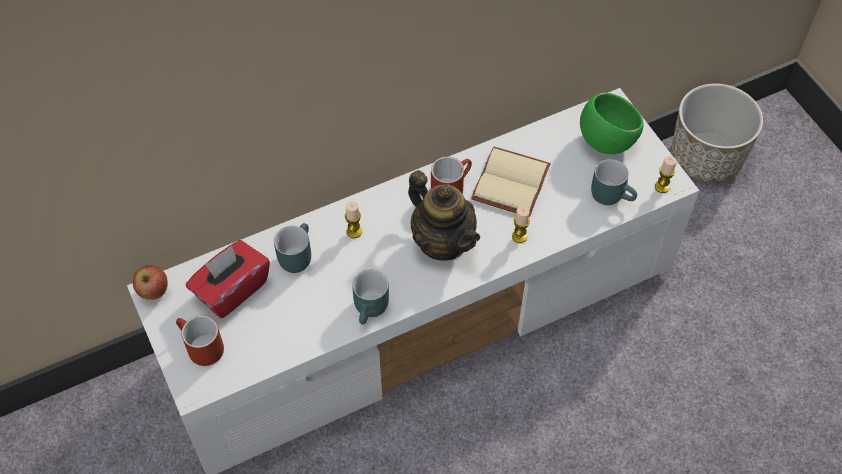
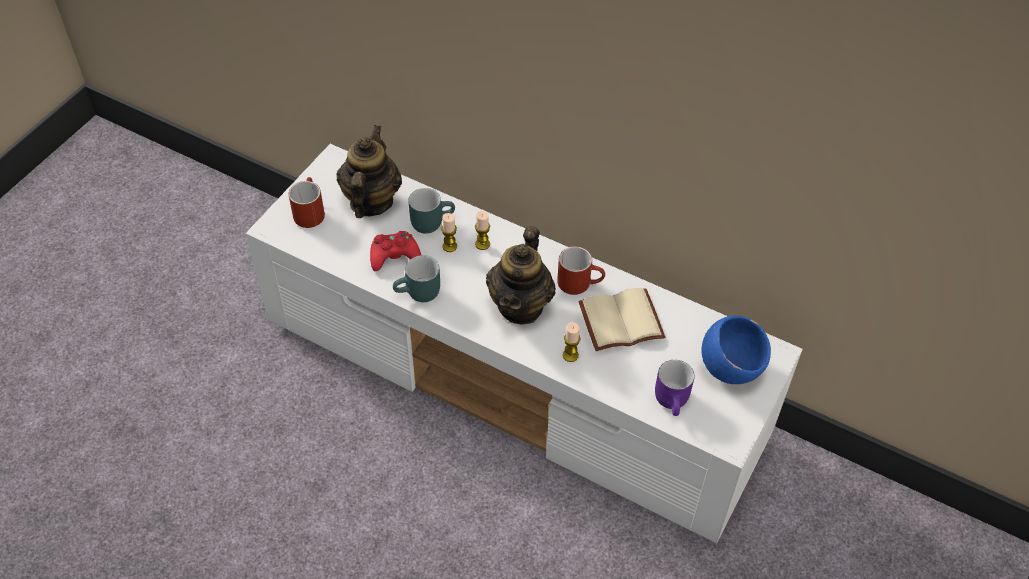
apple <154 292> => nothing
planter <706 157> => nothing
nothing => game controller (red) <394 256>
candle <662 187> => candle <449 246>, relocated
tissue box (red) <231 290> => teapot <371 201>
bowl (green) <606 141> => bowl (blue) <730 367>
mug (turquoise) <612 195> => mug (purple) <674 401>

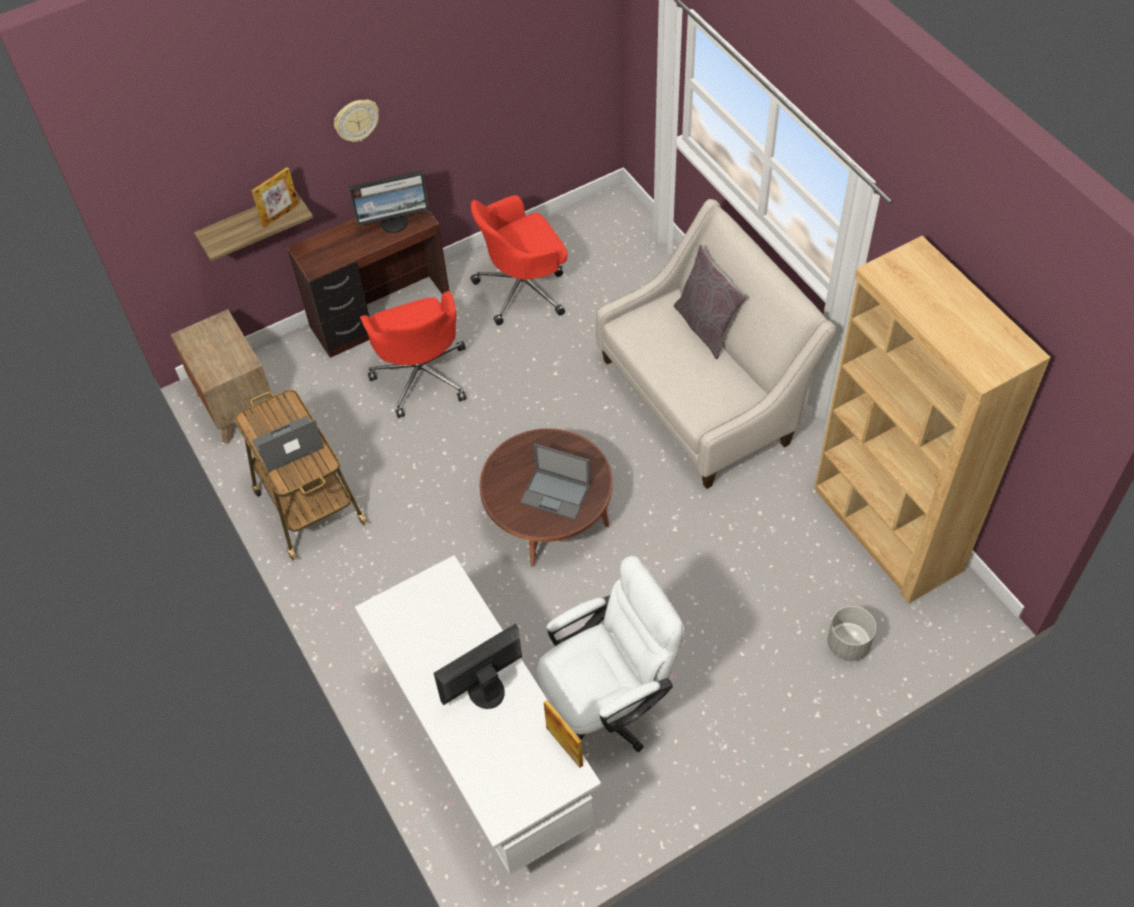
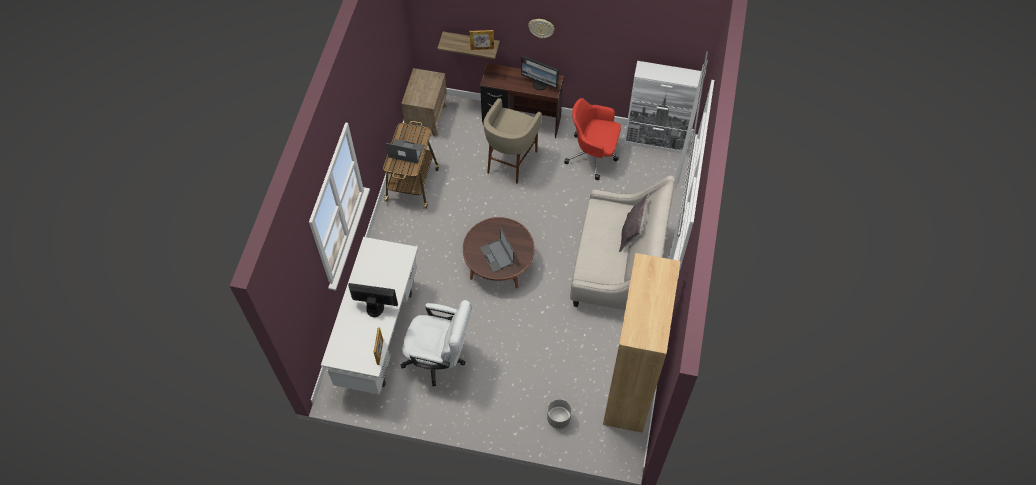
nothing => cabinet (white) <656 141>
office chair (red) <421 375> => stool (beige) <510 161>

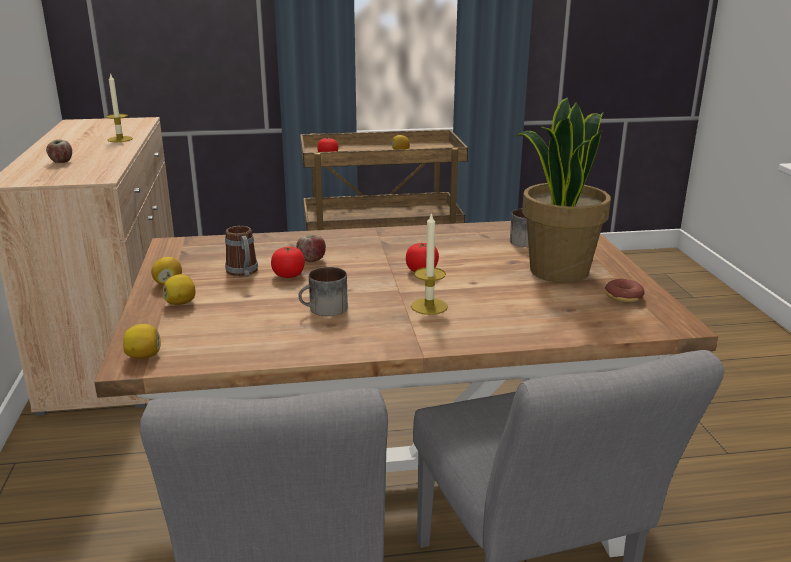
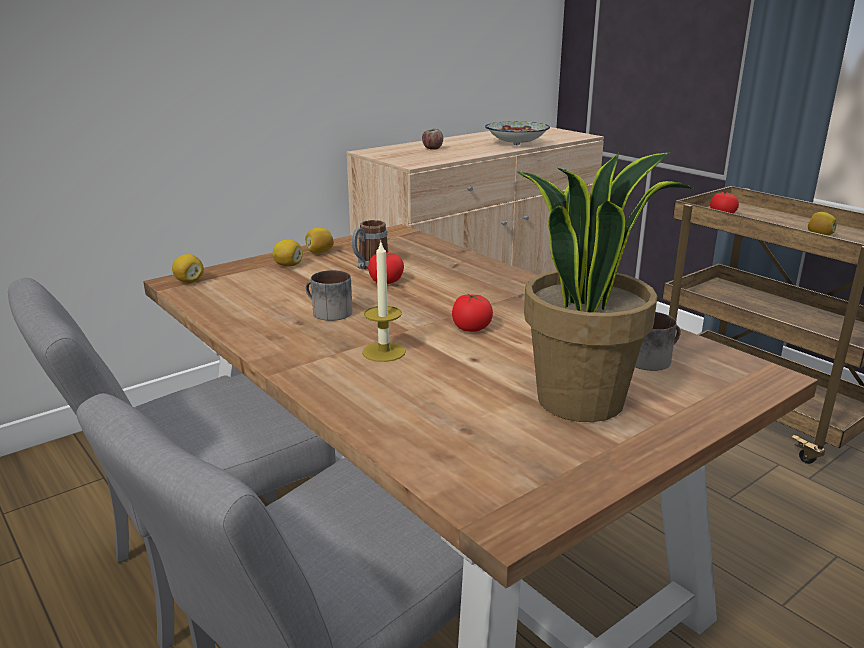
apple <312 259> => nothing
donut <623 297> => nothing
candle <120 139> => bowl <516 144>

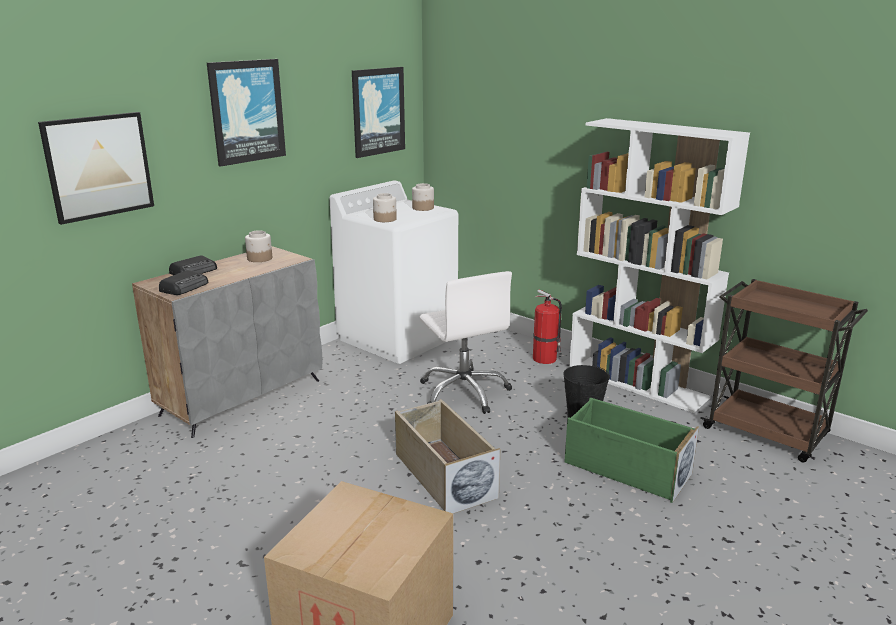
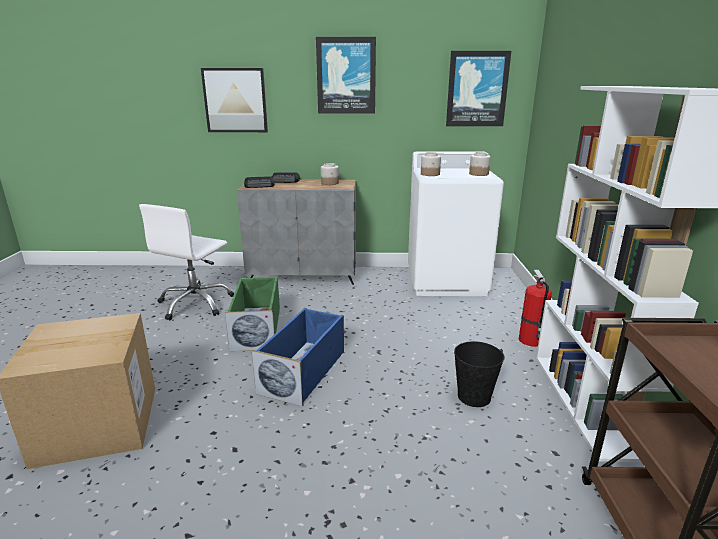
office chair (white) <464 392> => office chair (white) <196 304>, relocated
storage box (green) <626 468> => storage box (green) <257 327>, relocated
storage box (beige) <443 475> => storage box (blue) <304 371>

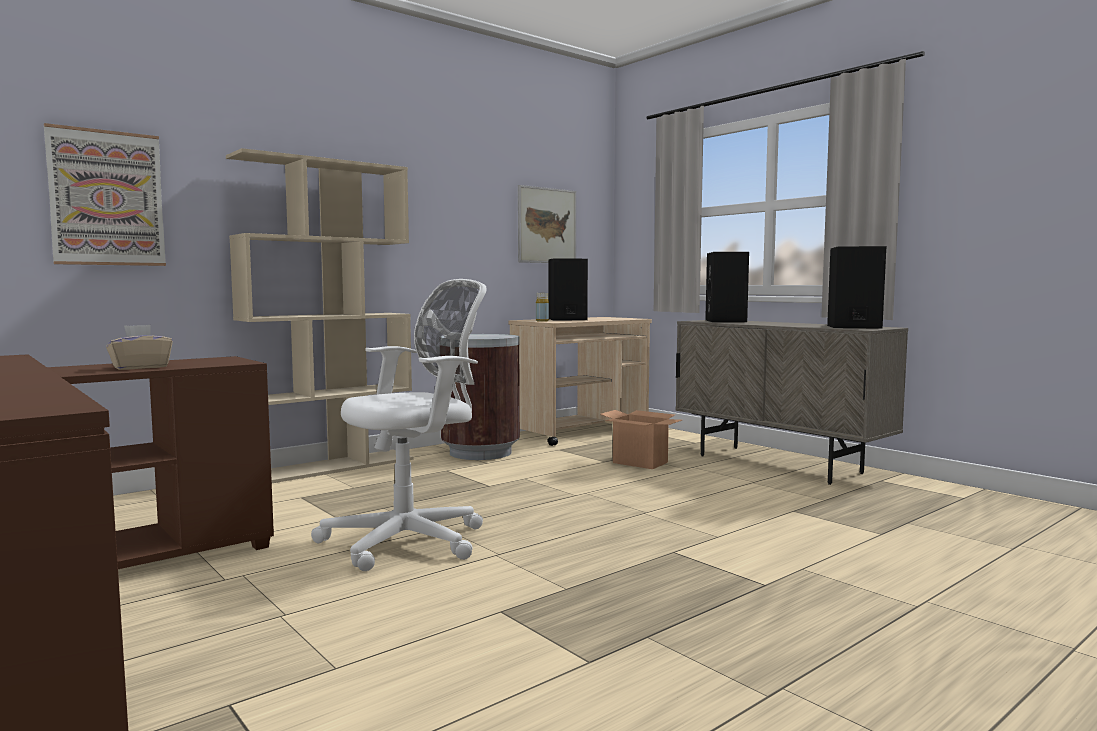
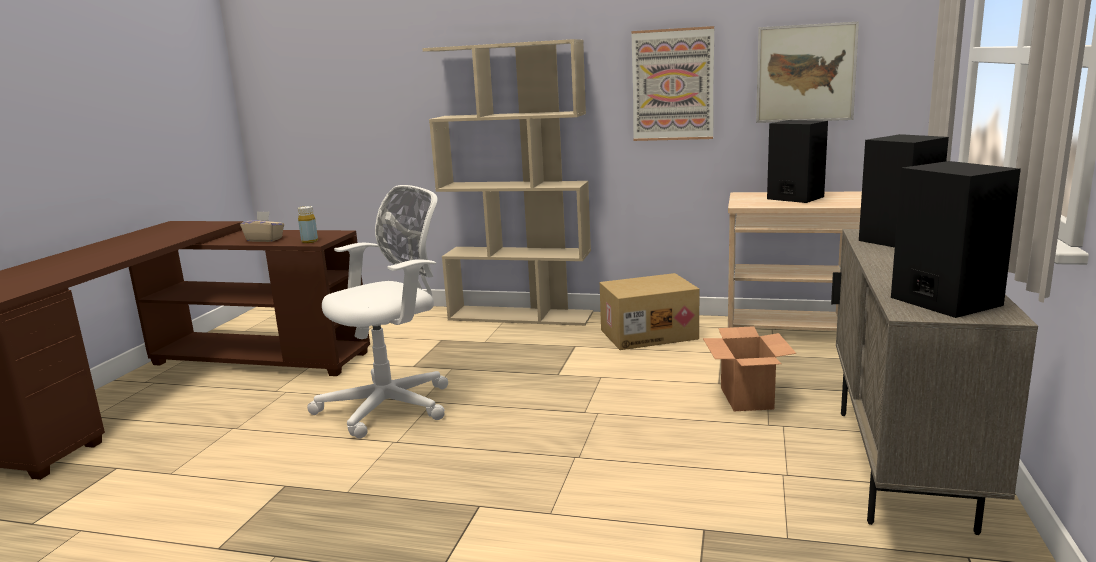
picture <107 198> => picture <672 85>, relocated
bottle (yellow) <542 321> => bottle (yellow) <309 241>, relocated
trash can (brown) <480 452> => cardboard box <649 334>
office chair (white) <412 541> => office chair (white) <392 405>, 60 degrees counterclockwise

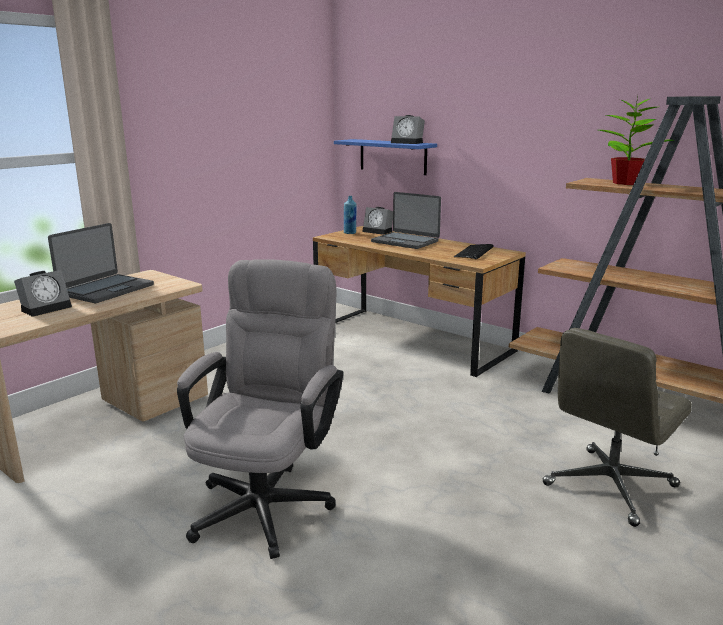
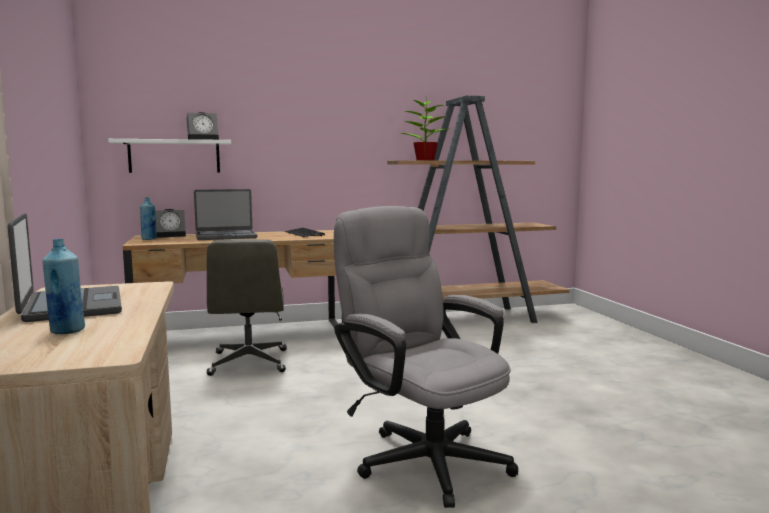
office chair (grey) <609 486> => office chair (grey) <249 362>, relocated
alarm clock <47 308> => bottle (blue) <67 331>
shelf (blue) <392 156> => shelf (white) <174 156>

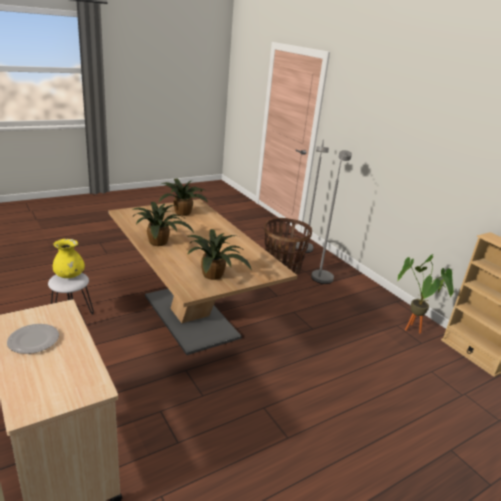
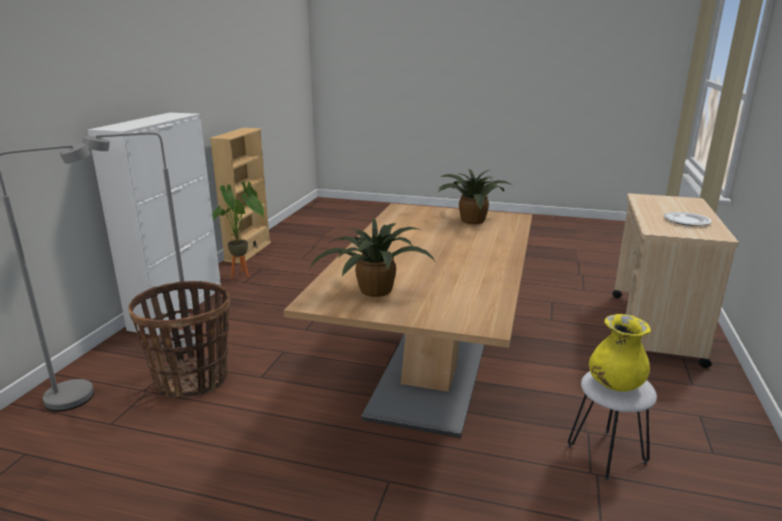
potted plant <160 242> => nothing
nothing => cabinet (white) <178 307>

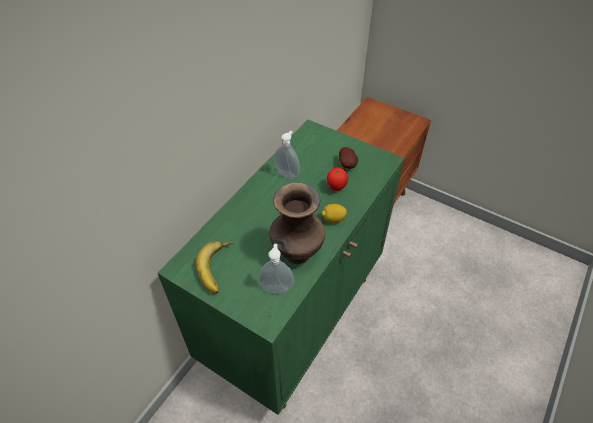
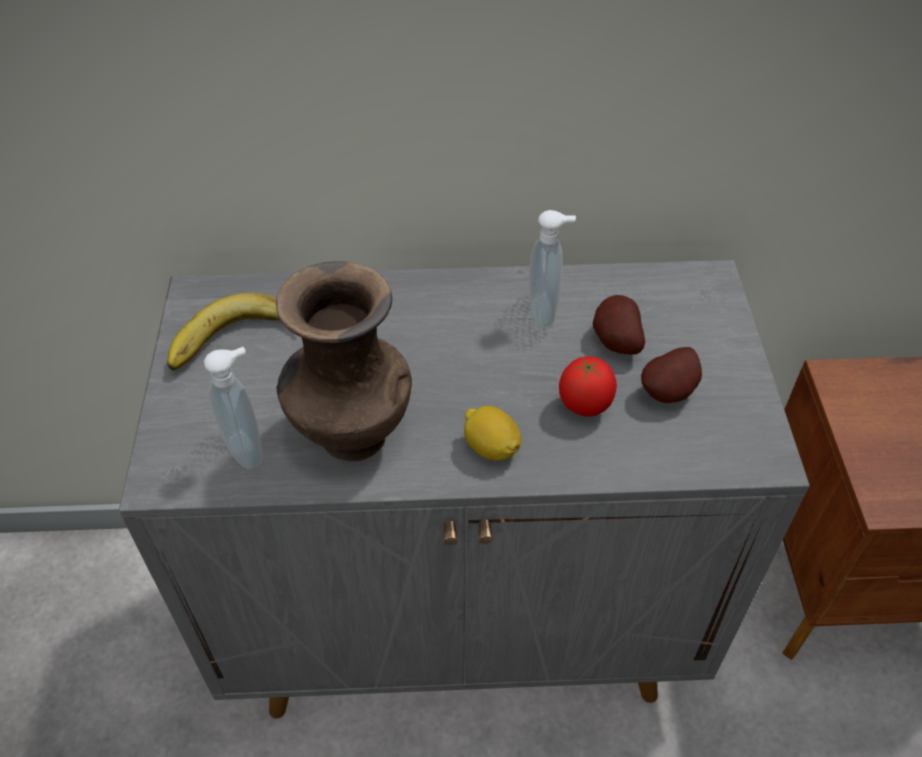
nothing => potato <614 342>
cabinet (green) <295 316> => cabinet (grey) <464 619>

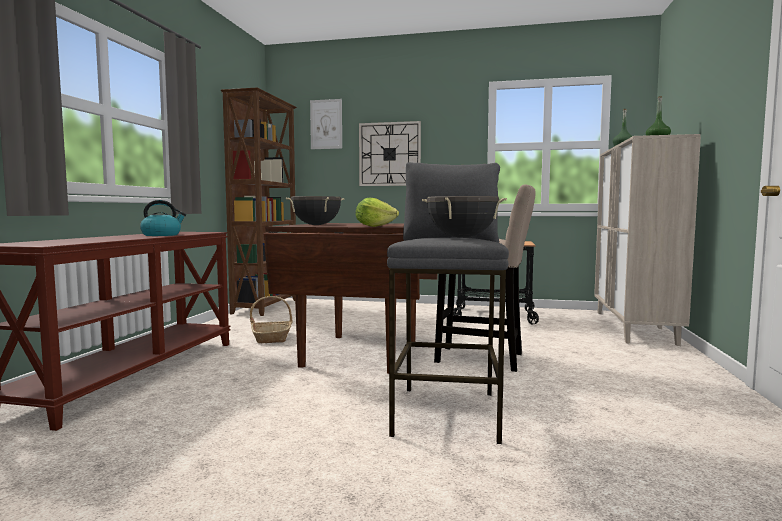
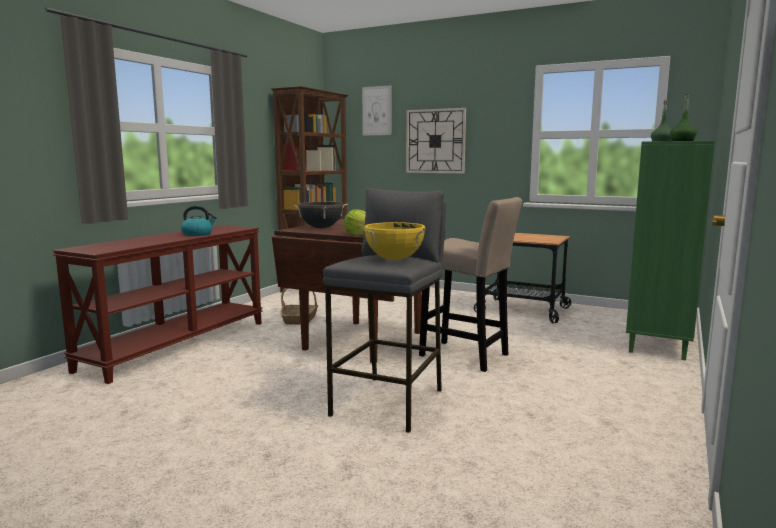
cooking pot (black) <462 237> => cooking pot (yellow) <394 259>
cabinet (beige) <634 327> => cabinet (green) <660 334>

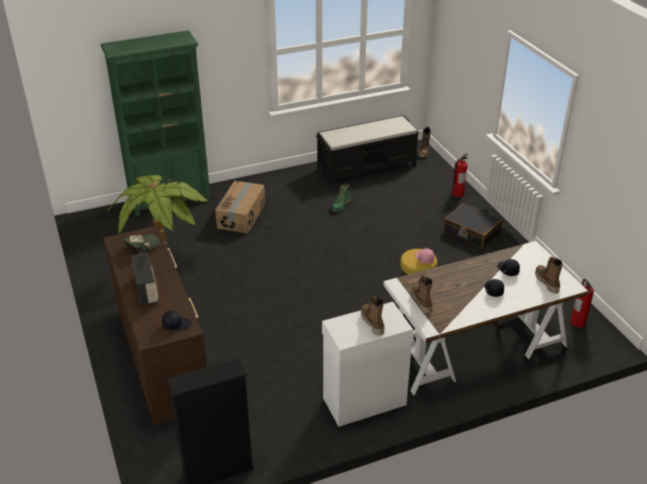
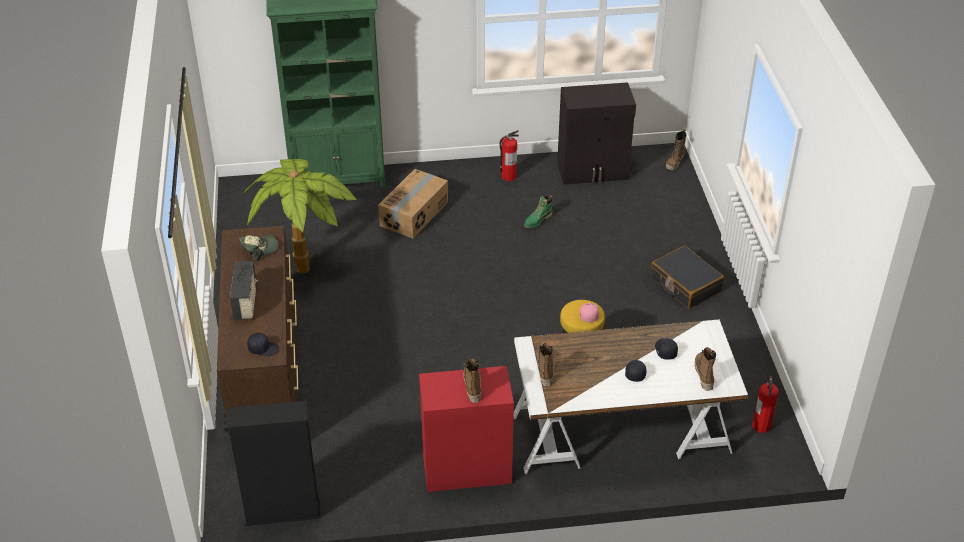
fire extinguisher <457 193> => fire extinguisher <508 176>, relocated
bench (black) <367 167> => cabinet (black) <593 172>
cabinet (white) <363 401> => cabinet (red) <466 468>

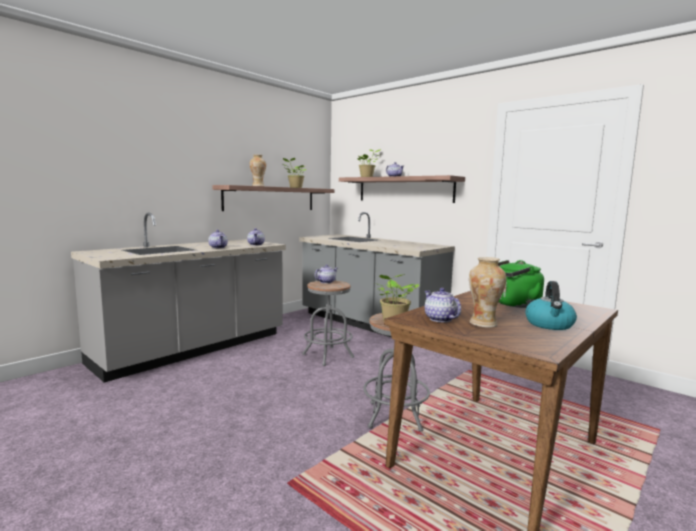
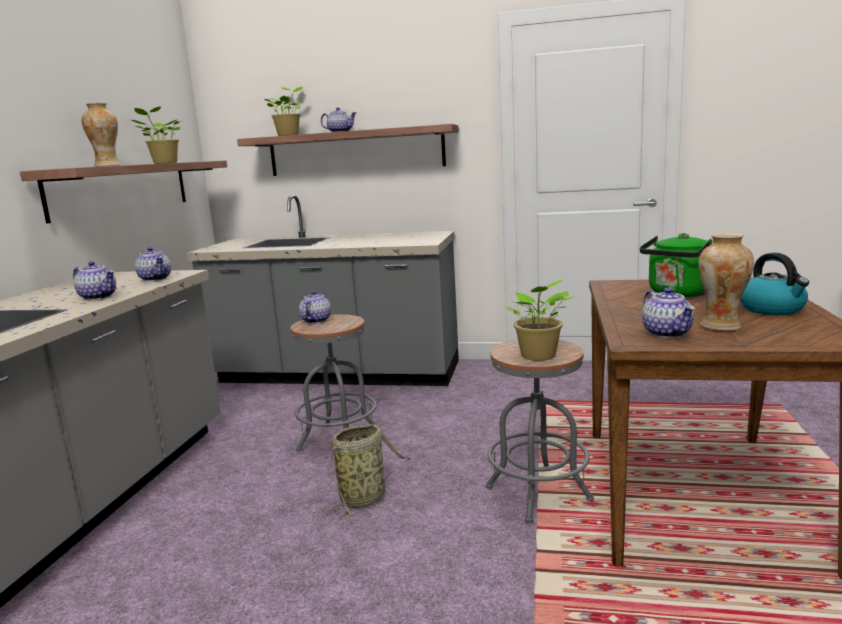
nothing => basket <365 497>
teapot <439 319> => teapot <667 333>, 135 degrees counterclockwise

